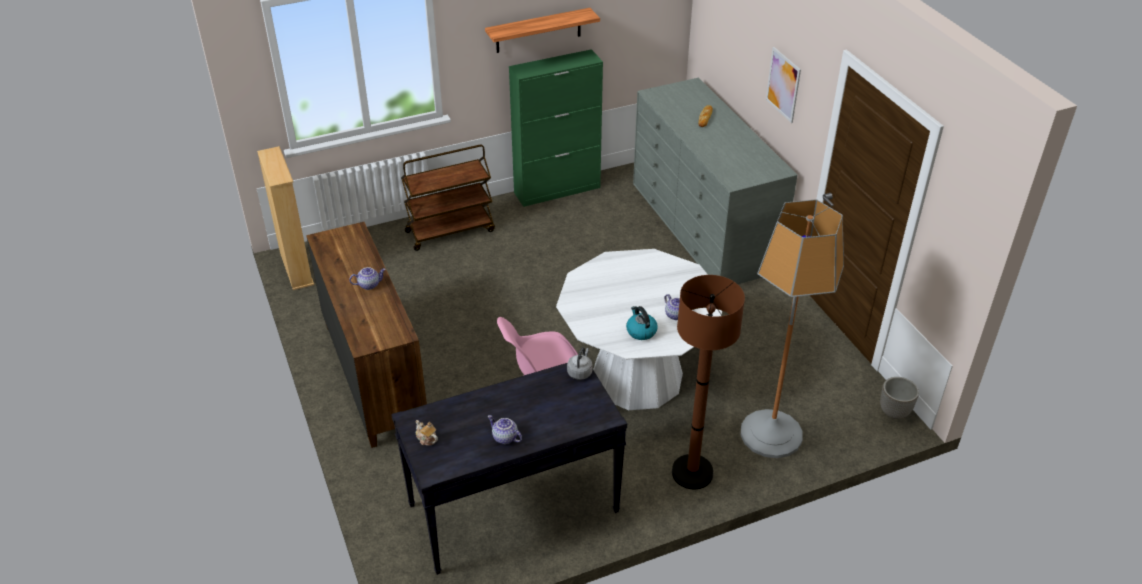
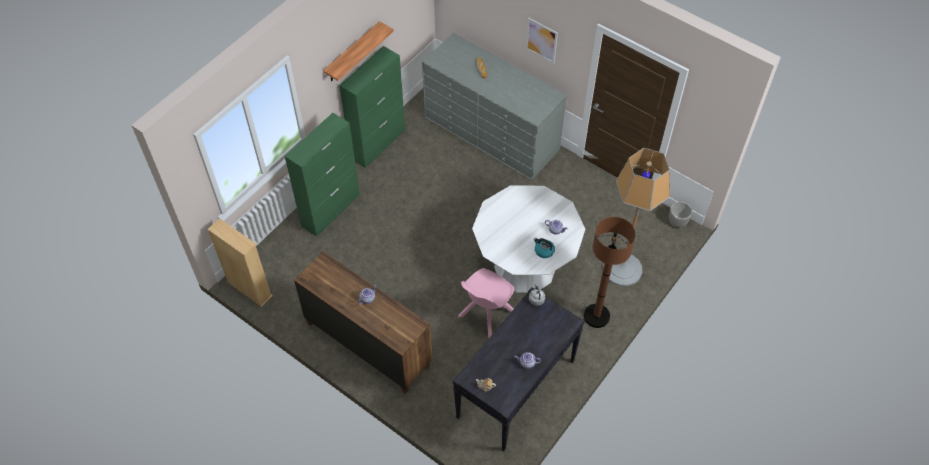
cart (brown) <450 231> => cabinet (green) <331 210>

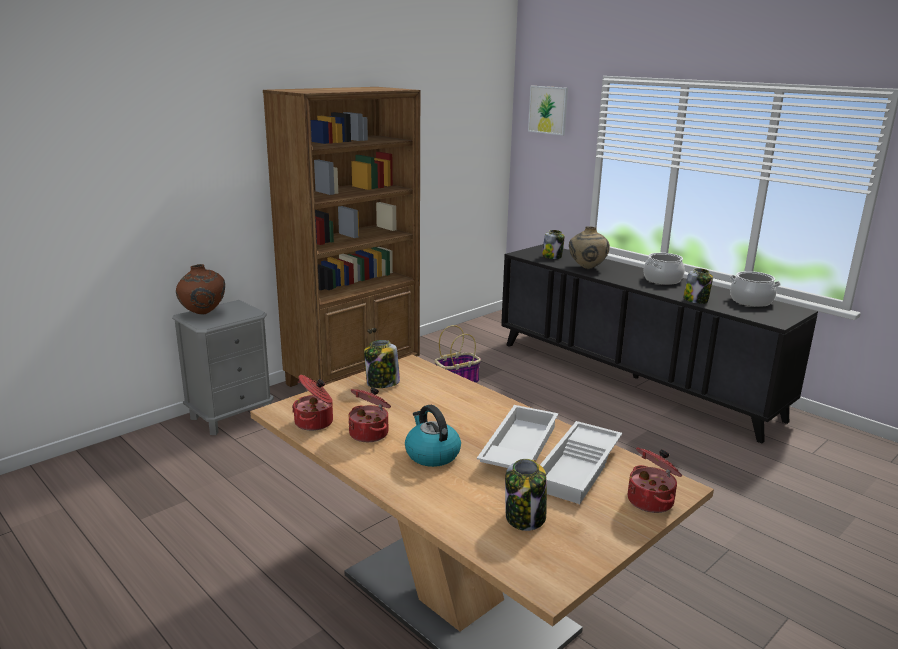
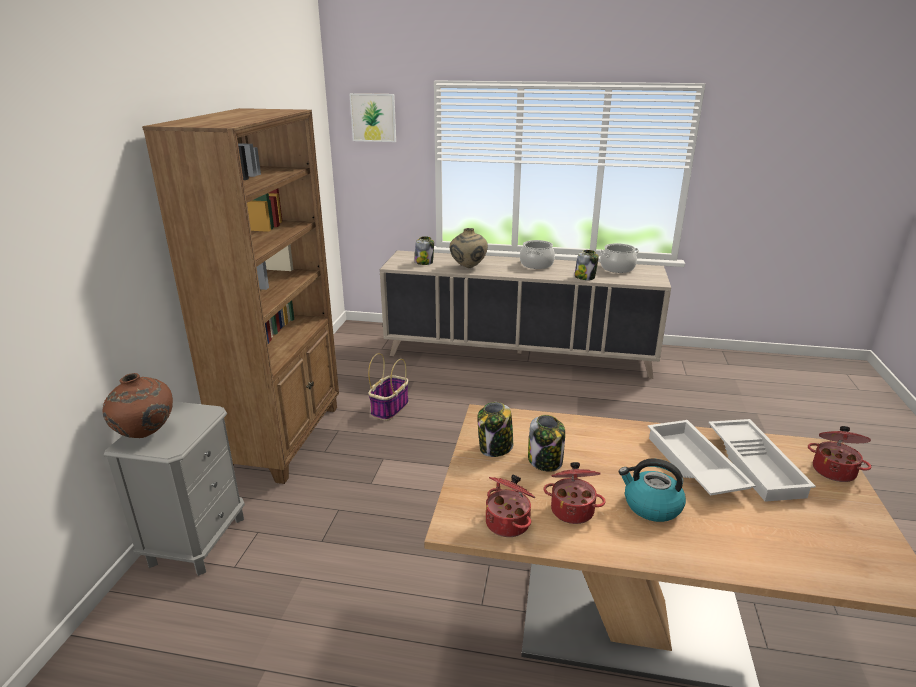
jar <525 518> => jar <545 461>, relocated
cabinet (black) <632 379> => cabinet (beige) <518 355>

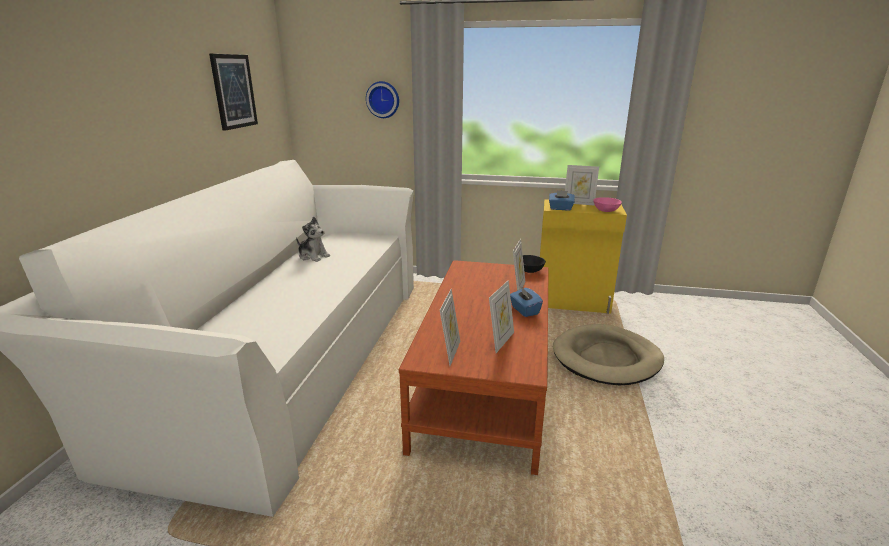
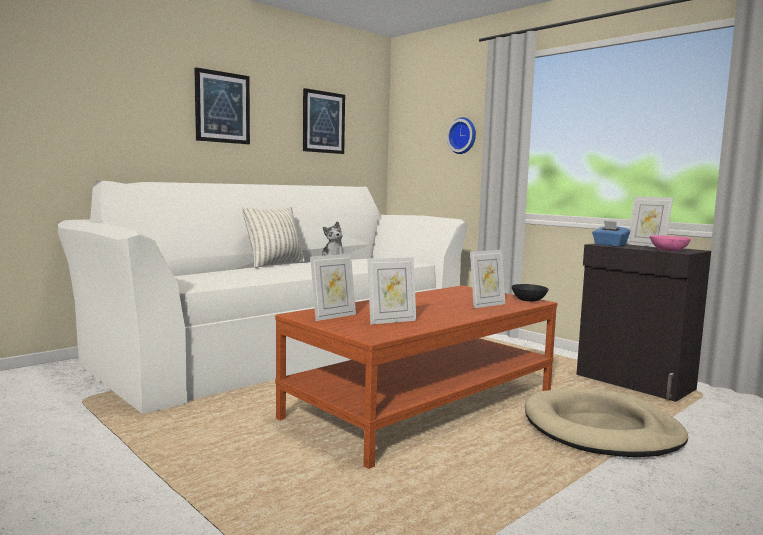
tissue box (blue) <524 310> => nothing
nothing => picture <222 107>
nothing => pillow <275 264>
cabinet (yellow) <572 303> => cabinet (black) <634 383>

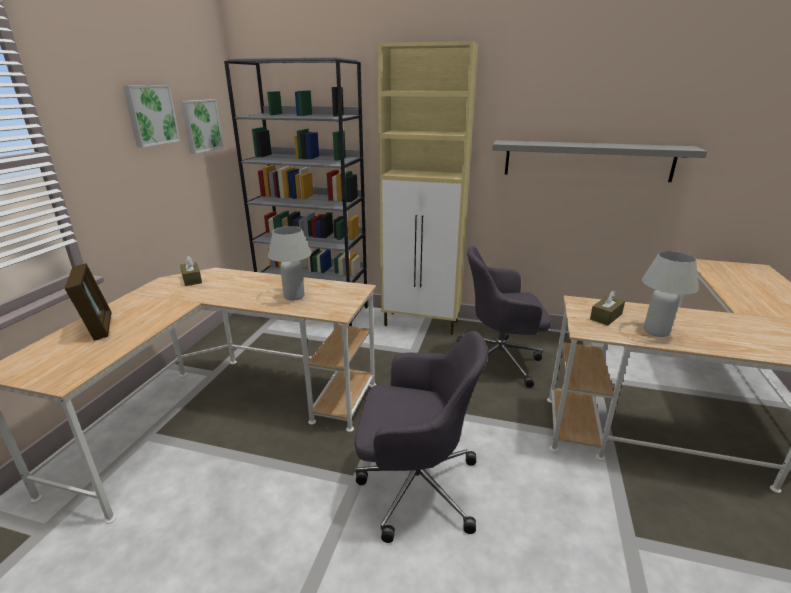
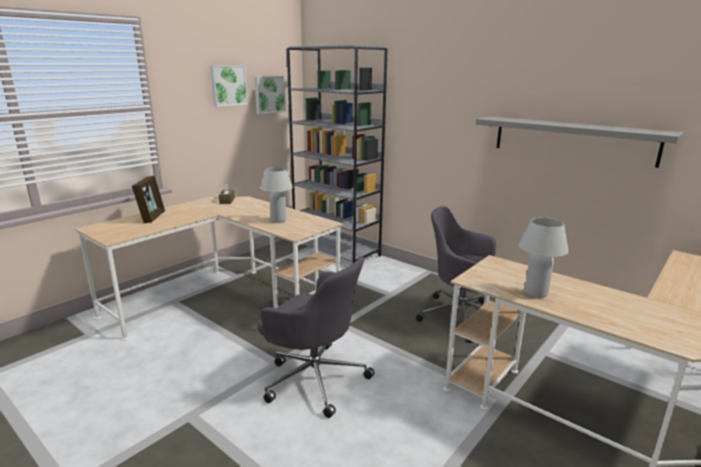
cabinet (beige) <422 323> => nothing
tissue box (brown) <606 316> => nothing

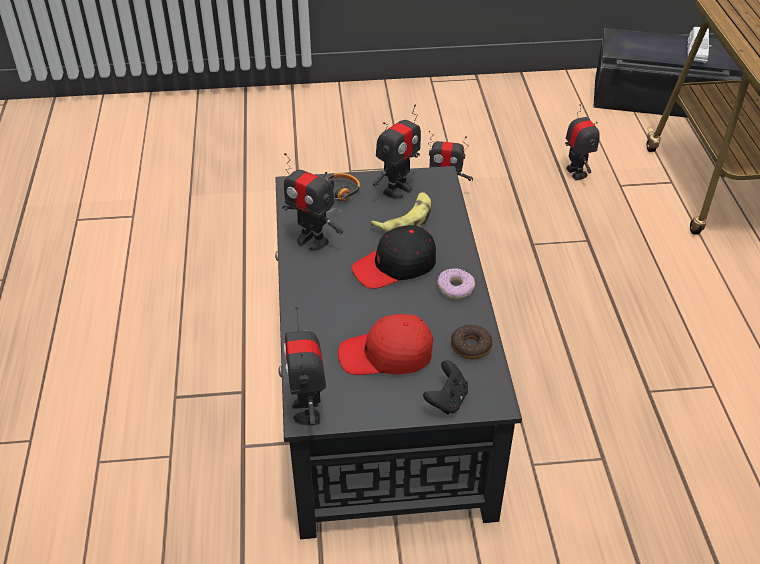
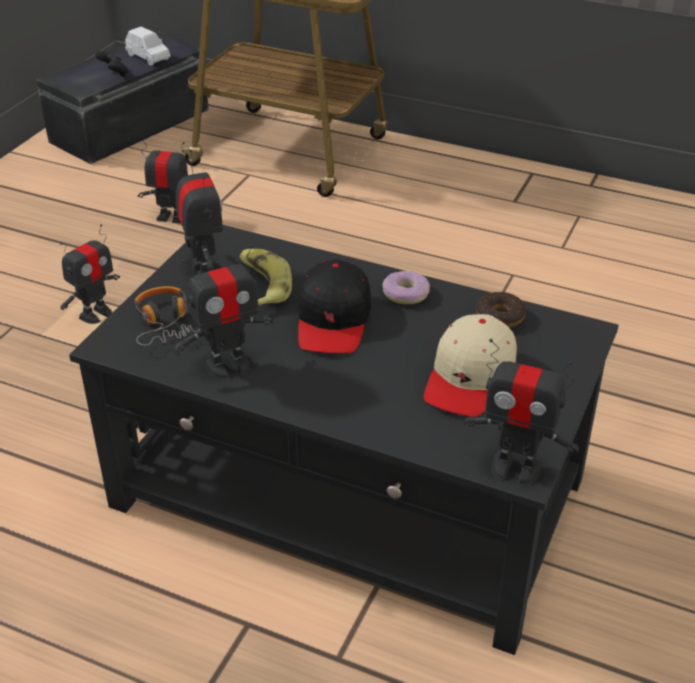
game controller (black) <447 400> => game controller (black) <114 74>, relocated
cap (red) <386 355> => cap (beige) <470 378>

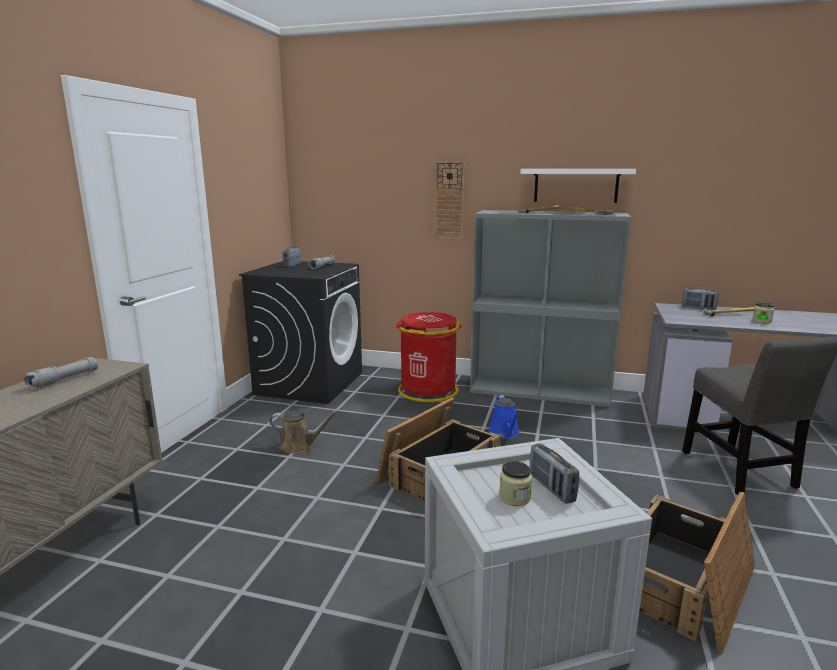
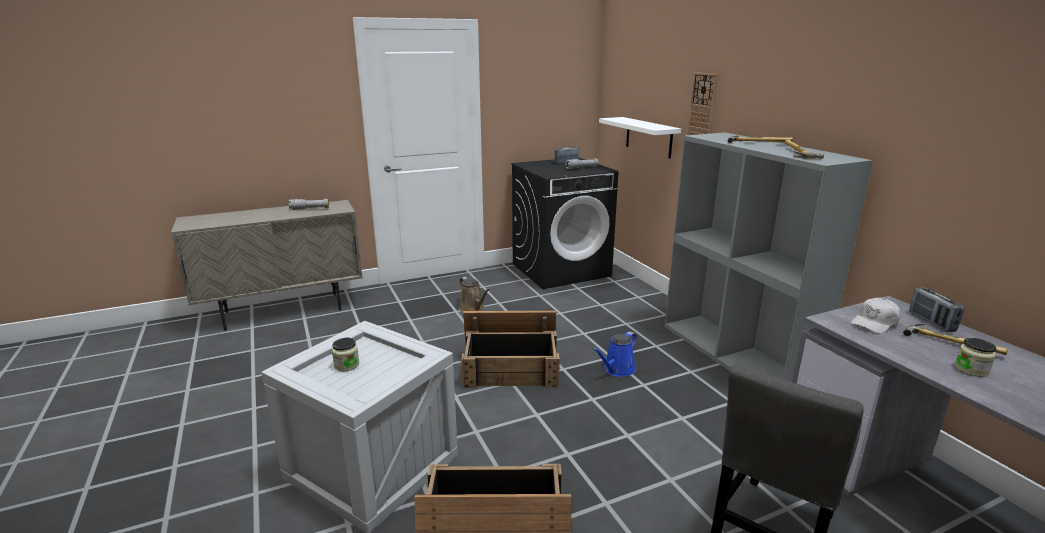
trash can (red) <427 391> => nothing
radio <551 488> => nothing
nothing => cap (white) <874 323>
shelf (white) <575 185> => shelf (white) <648 137>, relocated

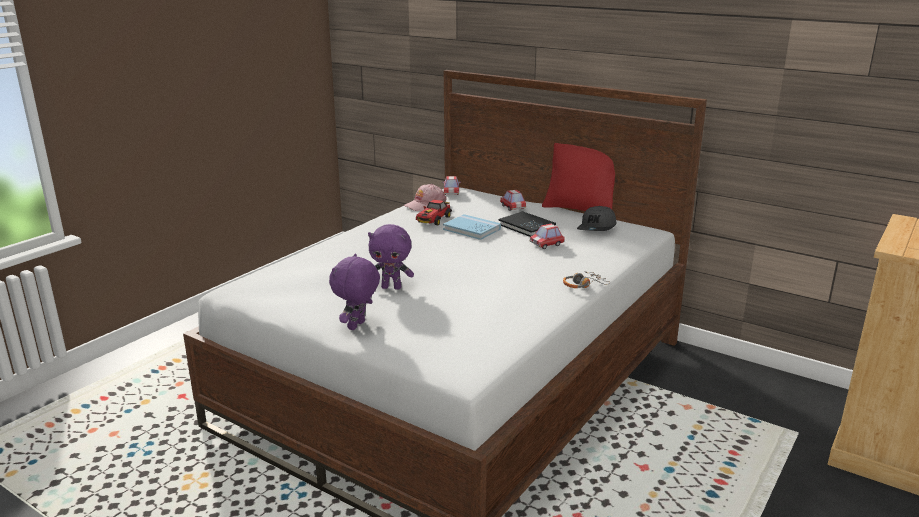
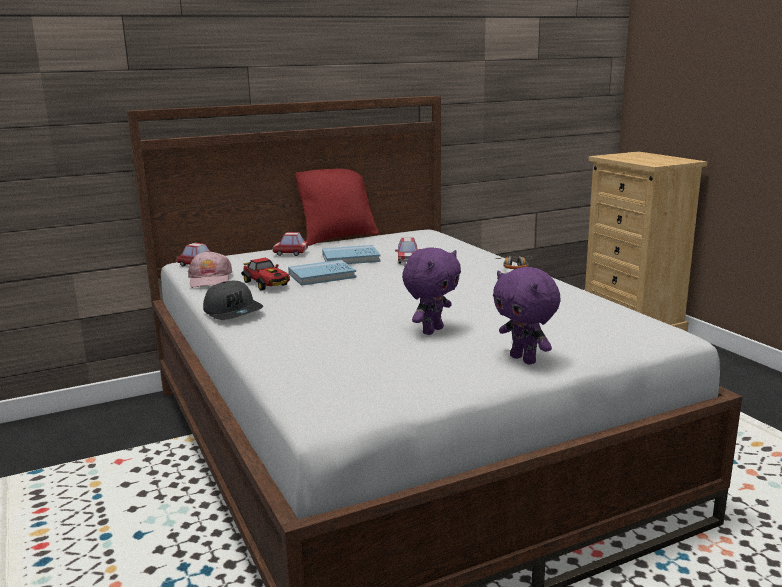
cap (grey) <597 228> => cap (grey) <233 312>, relocated
book (black) <526 226> => book (blue) <351 258>

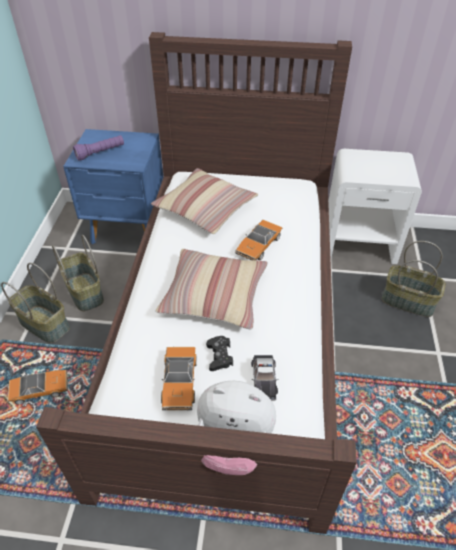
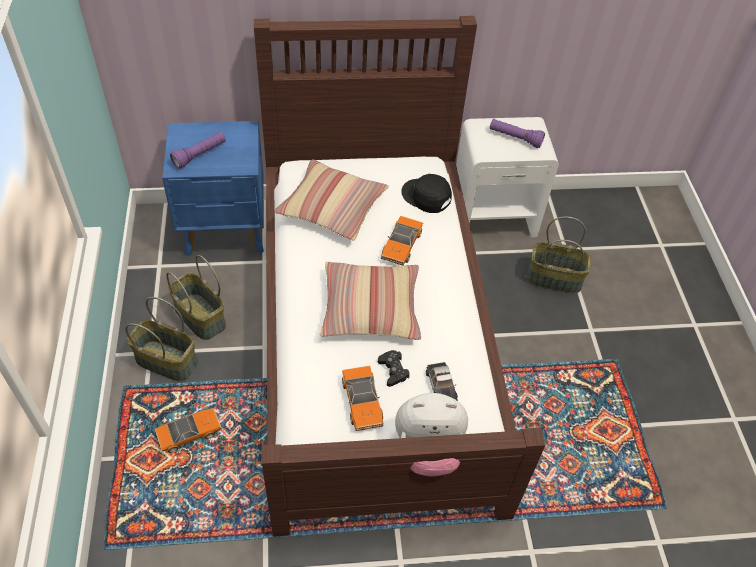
nothing => cap (black) <426 196>
nothing => flashlight (purple) <515 138>

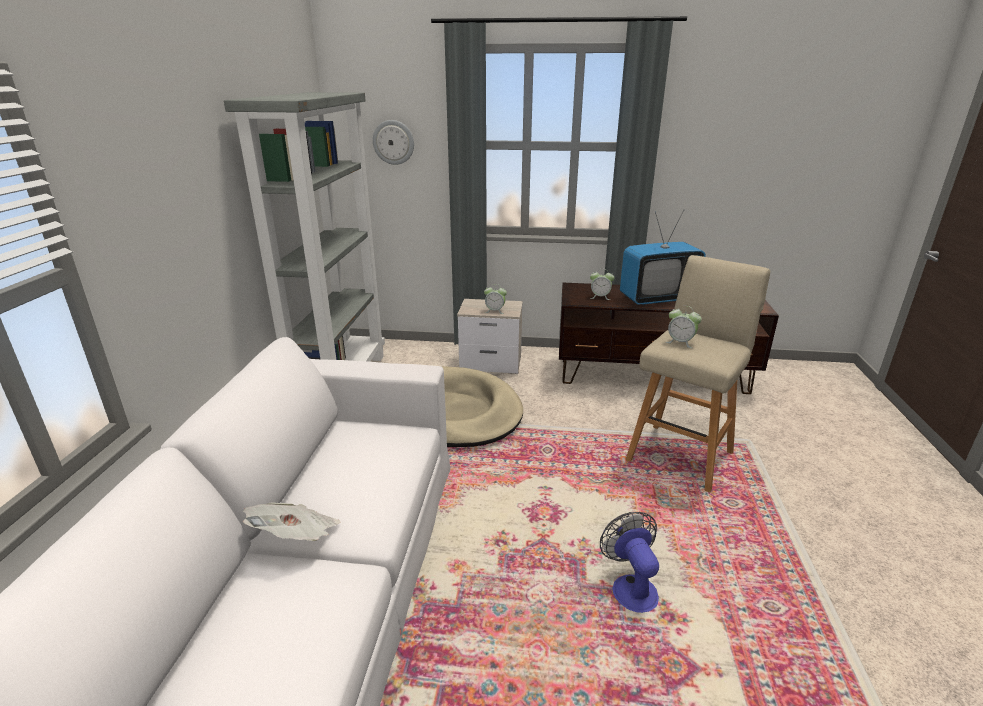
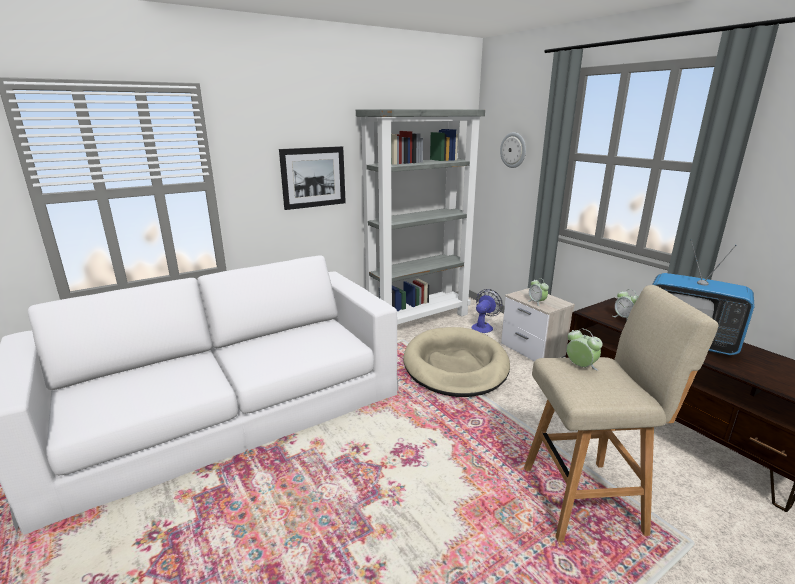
newspaper <297 537> => nothing
nothing => picture <313 177>
fan <630 586> => fan <483 326>, relocated
alarm clock <680 342> => alarm clock <580 367>, 150 degrees clockwise

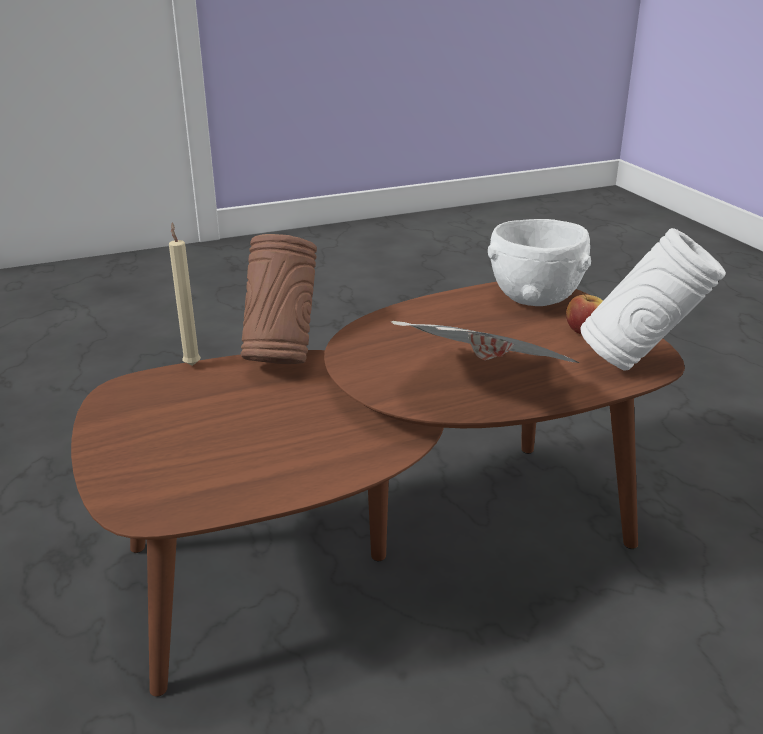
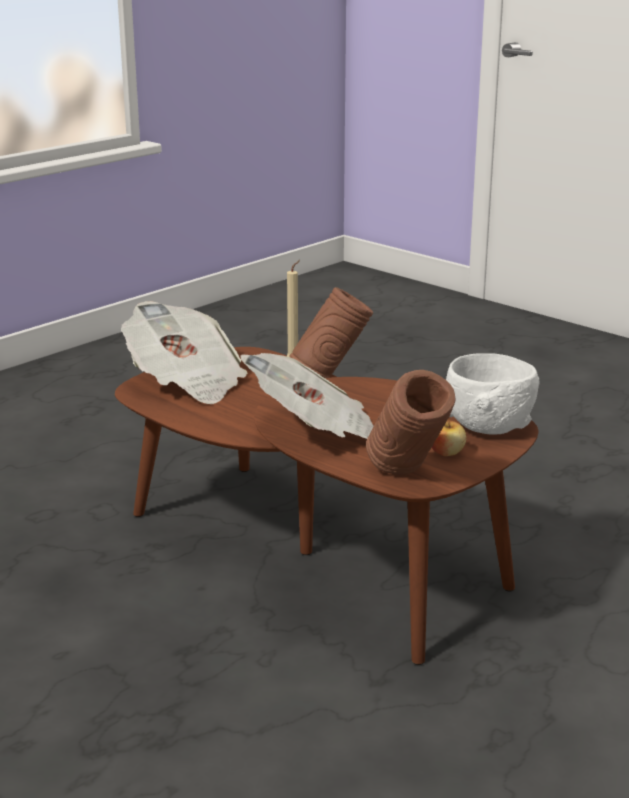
nothing => newspaper <186 382>
vase (white) <639 364> => vase (brown) <407 479>

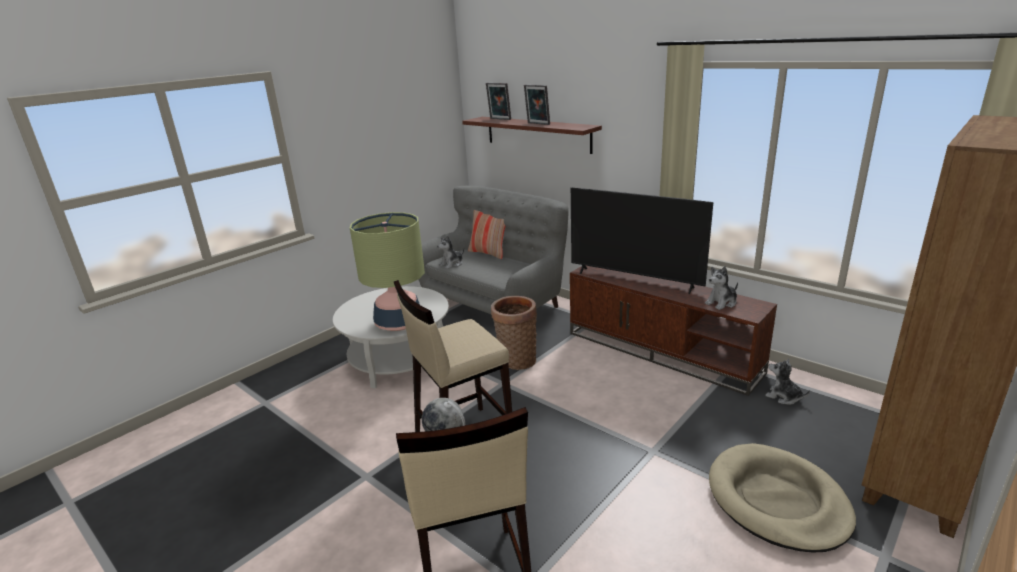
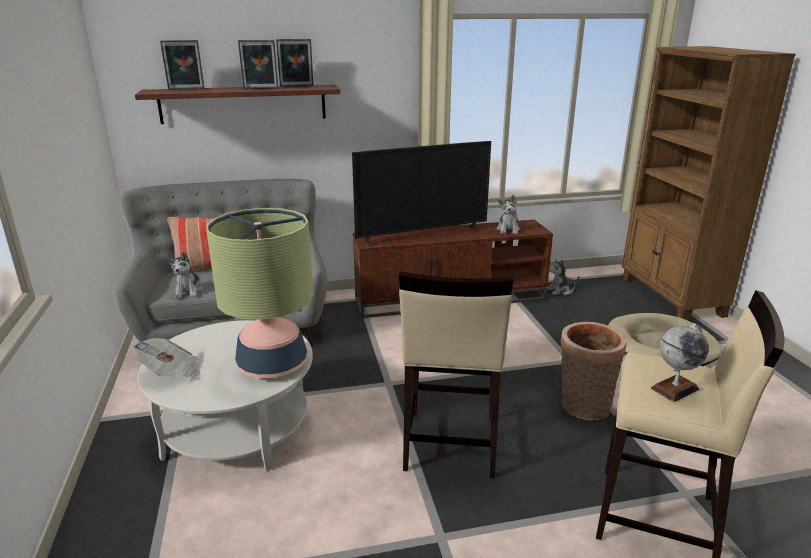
nothing => newspaper <172 373>
nothing => picture frame <296 86>
basket <516 360> => basket <583 408>, relocated

